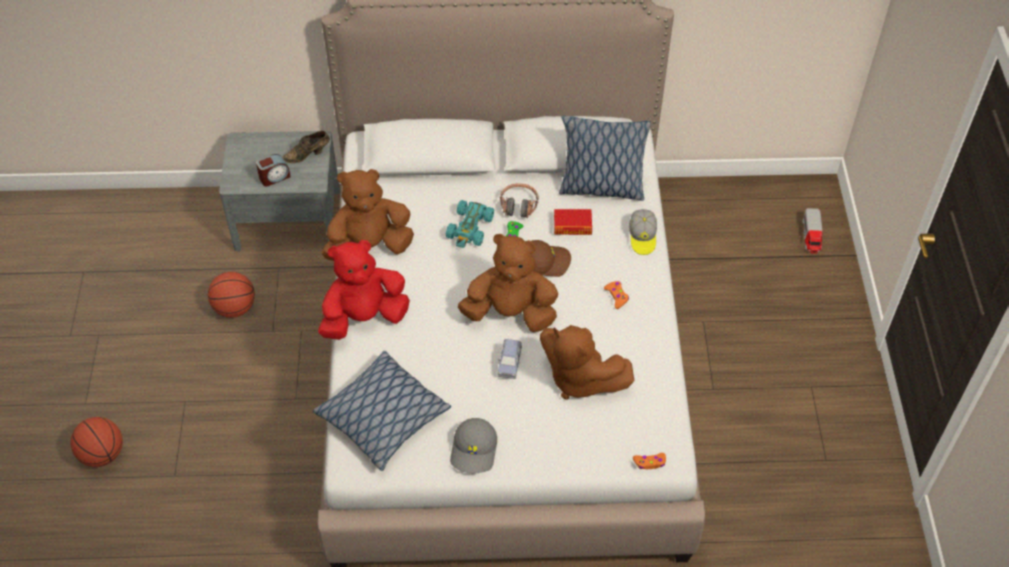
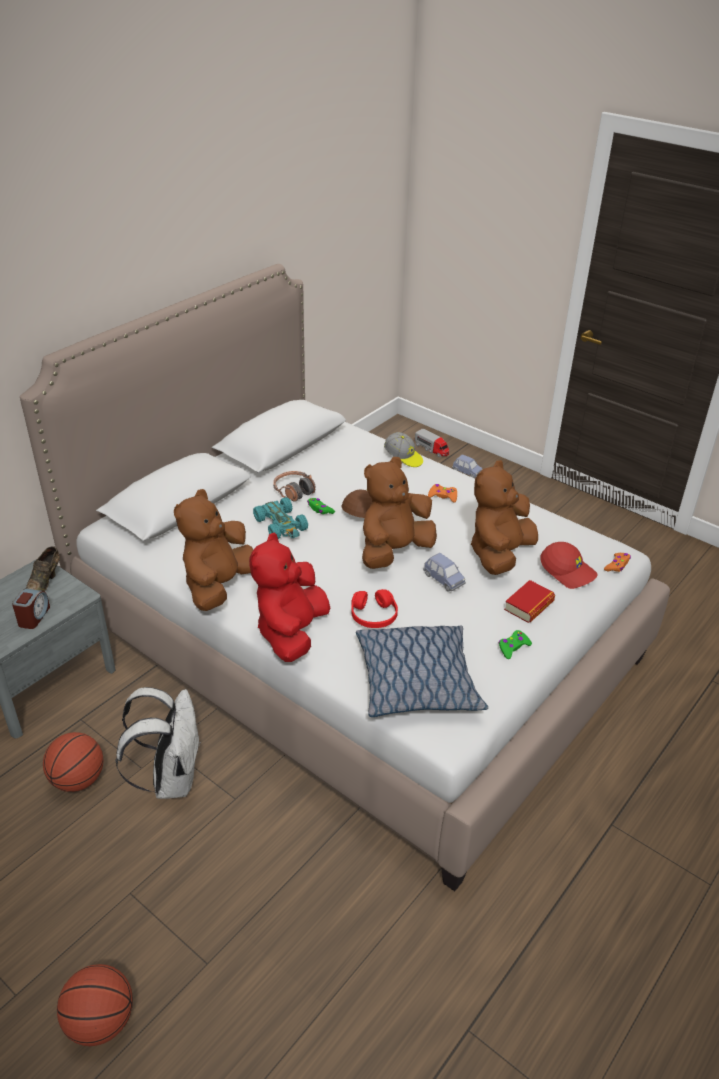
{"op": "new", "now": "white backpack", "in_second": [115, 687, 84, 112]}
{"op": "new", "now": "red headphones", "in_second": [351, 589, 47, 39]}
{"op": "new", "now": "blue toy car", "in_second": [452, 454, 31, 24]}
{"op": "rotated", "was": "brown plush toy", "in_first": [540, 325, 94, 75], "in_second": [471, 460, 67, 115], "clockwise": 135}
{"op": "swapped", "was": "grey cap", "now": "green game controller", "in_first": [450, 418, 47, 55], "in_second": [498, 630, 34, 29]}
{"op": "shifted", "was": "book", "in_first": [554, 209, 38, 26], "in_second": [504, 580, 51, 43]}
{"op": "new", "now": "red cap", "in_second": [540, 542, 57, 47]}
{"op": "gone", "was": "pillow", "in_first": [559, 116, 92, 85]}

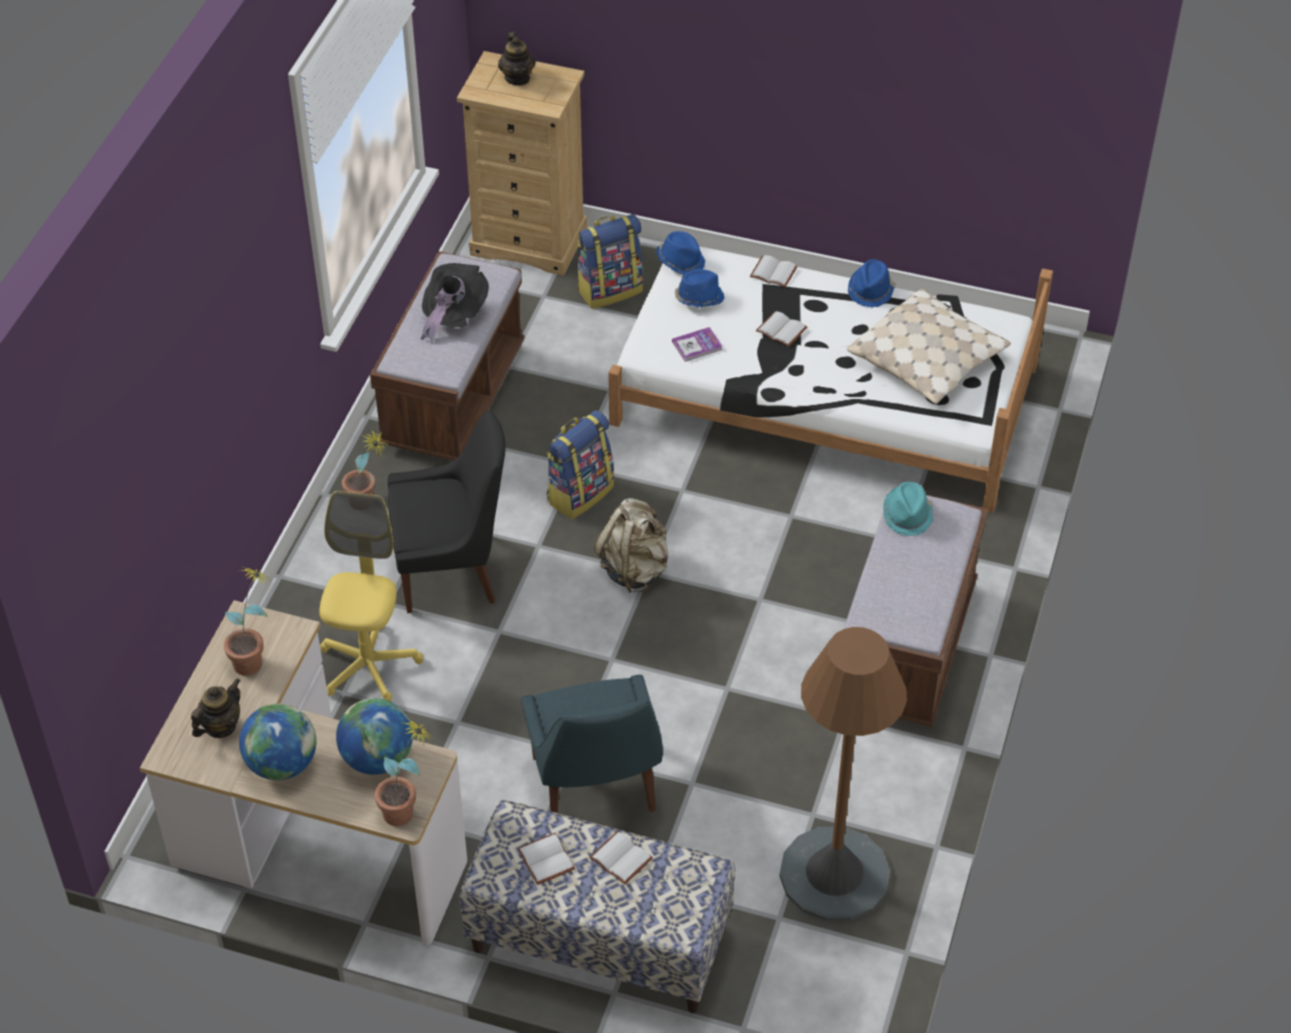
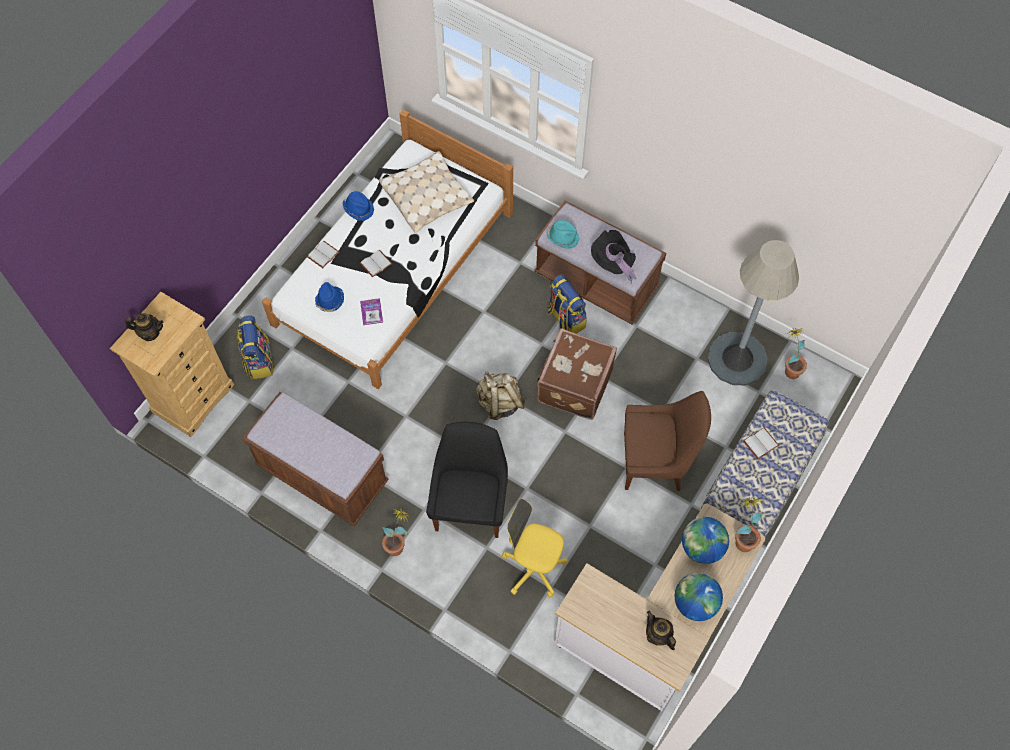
{"op": "new", "now": "brown suitcase", "in_second": [537, 328, 80, 92]}
{"op": "shifted", "was": "backpack", "in_first": [546, 410, 68, 109], "in_second": [547, 274, 40, 60]}
{"op": "shifted", "was": "black hat", "in_first": [420, 263, 69, 81], "in_second": [591, 230, 46, 53]}
{"op": "repainted", "was": "blue chair", "now": "brown chair", "in_first": [521, 675, 142, 138], "in_second": [624, 391, 87, 100]}
{"op": "repainted", "was": "brown floor lamp", "now": "grey floor lamp", "in_first": [780, 627, 127, 294], "in_second": [708, 240, 91, 145]}
{"op": "shifted", "was": "potted plant", "in_first": [224, 566, 47, 110], "in_second": [785, 328, 22, 51]}
{"op": "gone", "was": "white book", "in_first": [517, 833, 59, 52]}
{"op": "gone", "was": "blue hat", "in_first": [656, 231, 49, 44]}

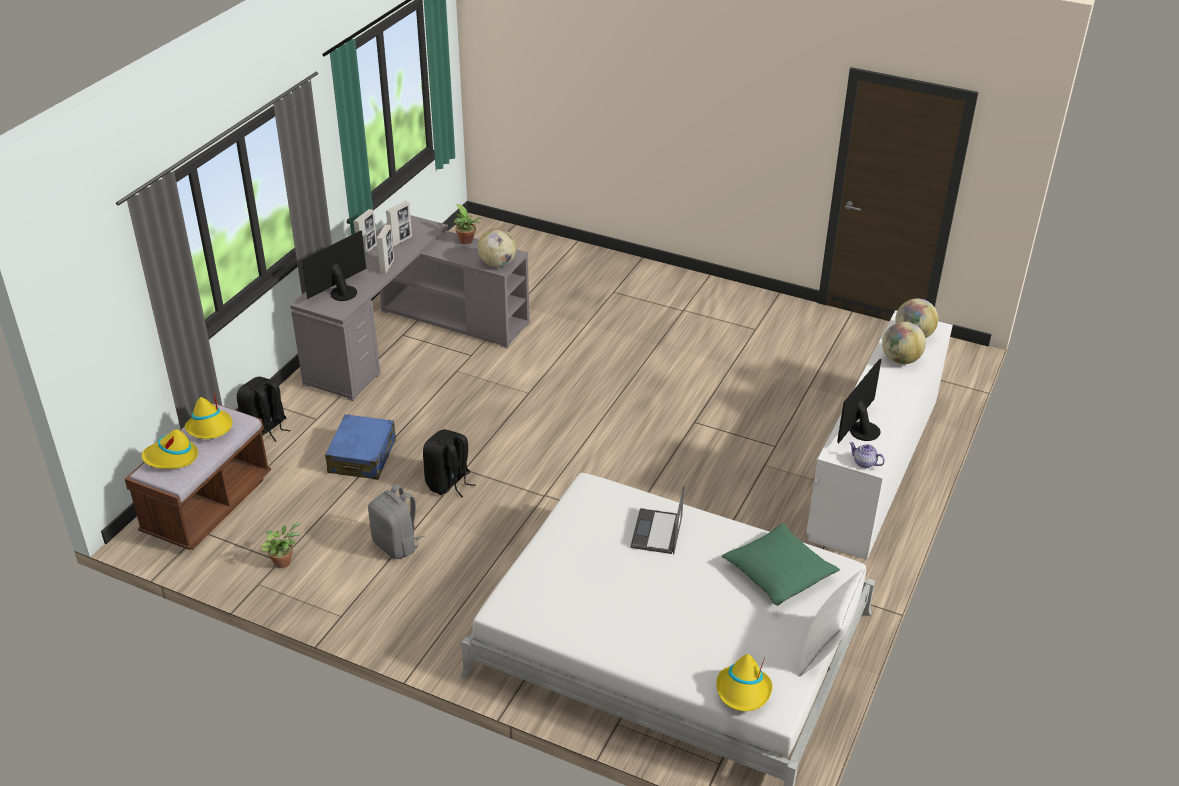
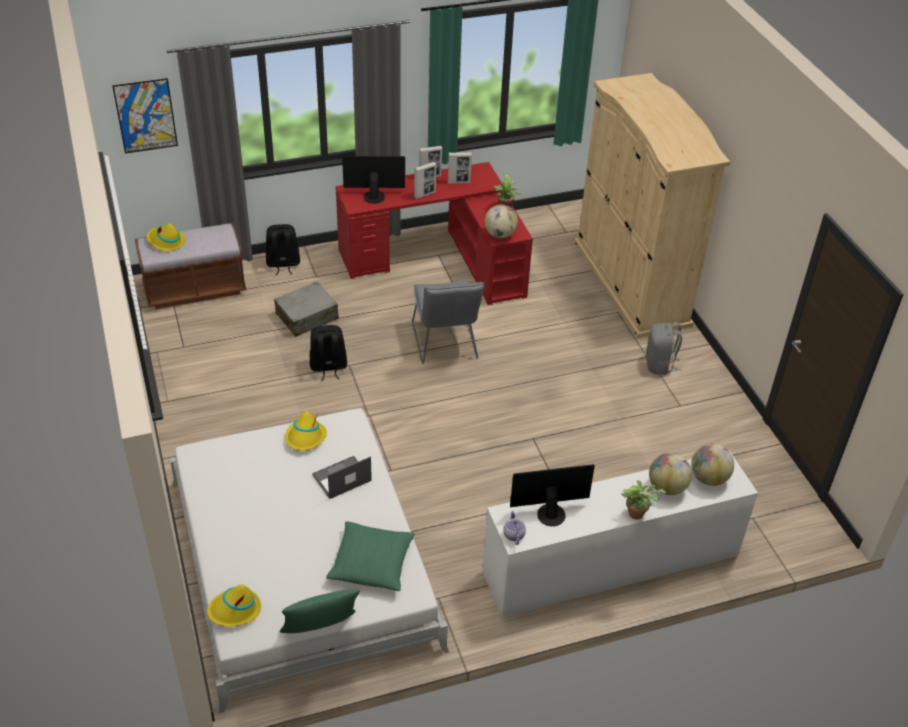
{"op": "new", "now": "picture", "in_second": [112, 78, 66, 75]}
{"op": "repainted", "was": "blue suitcase", "now": "grey suitcase", "in_first": [325, 414, 71, 66], "in_second": [274, 281, 65, 56]}
{"op": "repainted", "was": "white pillow", "now": "green pillow", "in_first": [798, 569, 67, 108], "in_second": [280, 589, 80, 44]}
{"op": "shifted", "was": "yellow hat", "in_first": [185, 392, 47, 47], "in_second": [285, 411, 42, 40]}
{"op": "repainted", "was": "grey desk", "now": "red desk", "in_first": [290, 215, 240, 186], "in_second": [335, 162, 198, 143]}
{"op": "new", "now": "grey chair", "in_second": [412, 279, 73, 85]}
{"op": "new", "now": "beige wardrobe", "in_second": [574, 73, 156, 266]}
{"op": "shifted", "was": "potted plant", "in_first": [261, 523, 40, 45], "in_second": [621, 480, 45, 39]}
{"op": "shifted", "was": "grey backpack", "in_first": [368, 484, 57, 75], "in_second": [646, 322, 36, 53]}

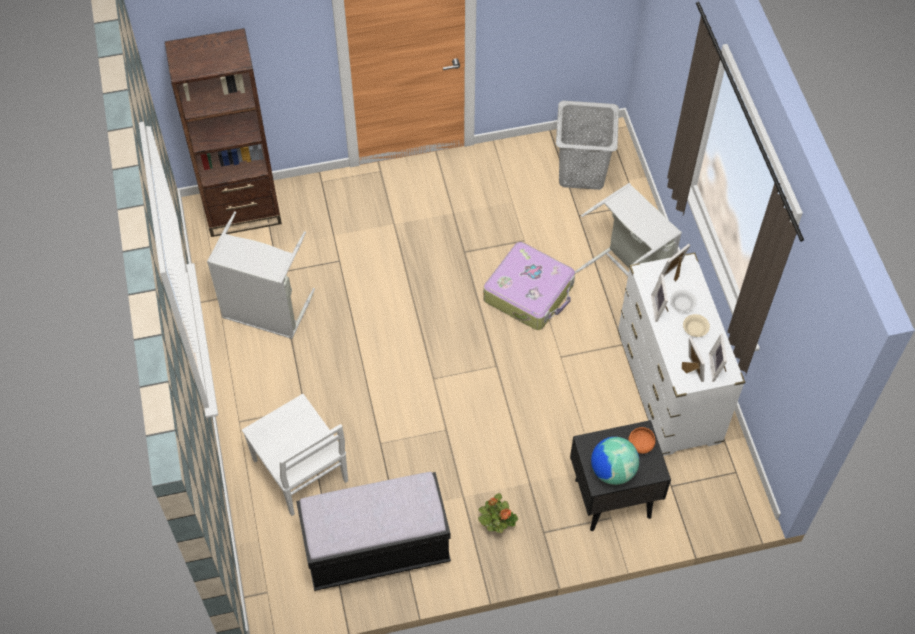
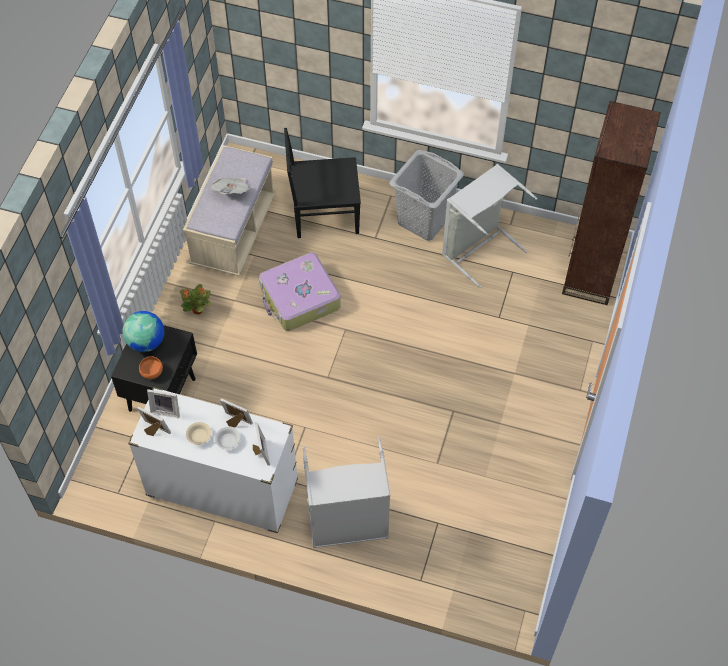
{"op": "repainted", "was": "black bench", "now": "beige bench", "in_first": [296, 472, 155, 119], "in_second": [183, 145, 93, 131]}
{"op": "new", "now": "newspaper", "in_second": [210, 178, 40, 16]}
{"op": "shifted", "was": "suitcase", "in_first": [483, 242, 92, 88], "in_second": [259, 252, 82, 79]}
{"op": "repainted", "was": "white chair", "now": "black chair", "in_first": [242, 394, 106, 122], "in_second": [284, 128, 77, 110]}
{"op": "shifted", "was": "grey laundry basket", "in_first": [556, 101, 63, 89], "in_second": [389, 149, 75, 92]}

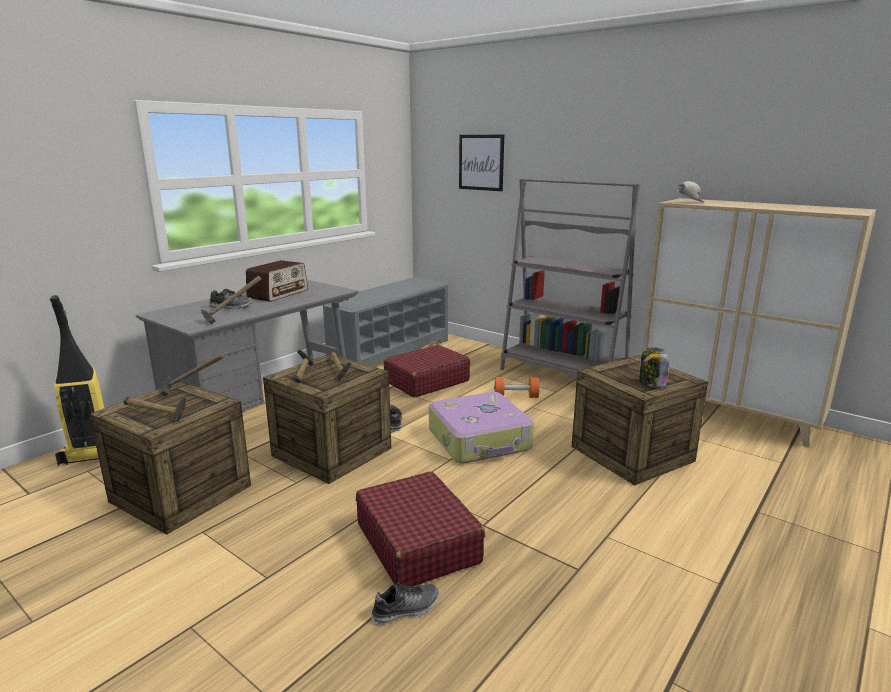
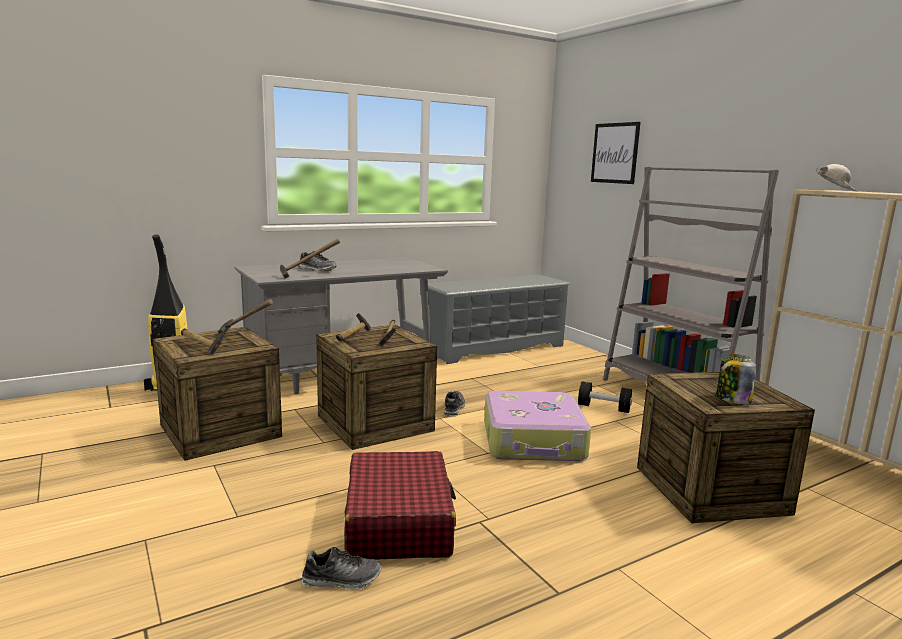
{"op": "repainted", "was": "orange dumbbell", "now": "black dumbbell", "in_first": [494, 377, 46, 21], "in_second": [578, 382, 54, 31]}
{"op": "gone", "was": "radio", "in_first": [246, 260, 62, 42]}
{"op": "gone", "was": "red suitcase", "in_first": [384, 345, 86, 53]}

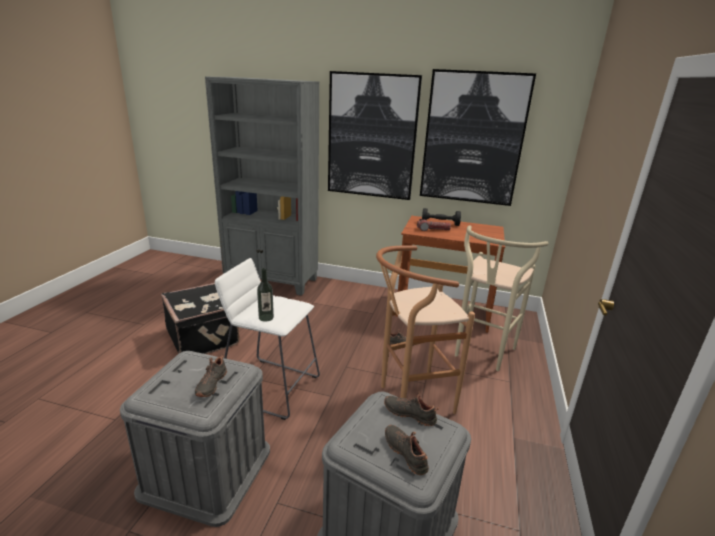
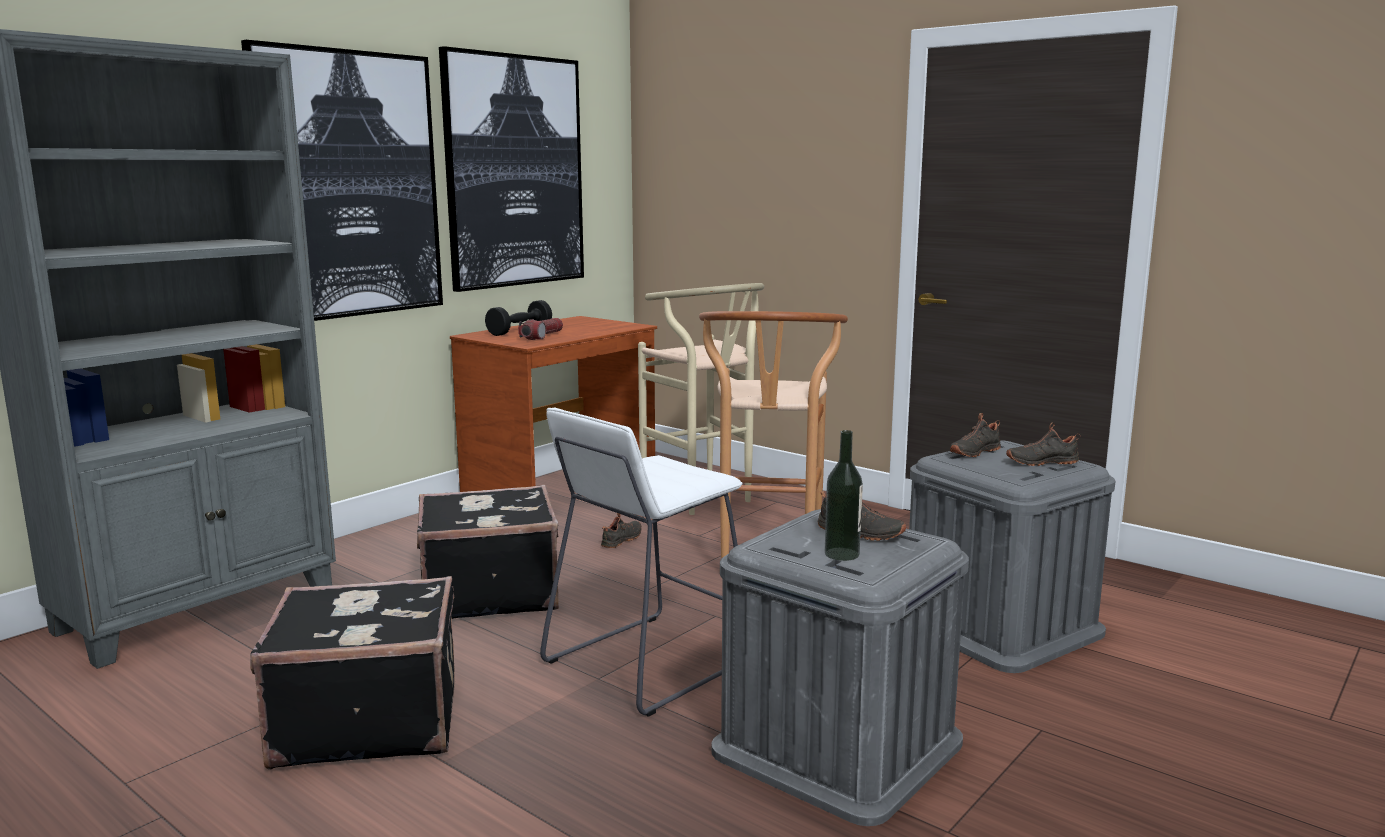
{"op": "new", "now": "black suitcase", "in_second": [417, 485, 142, 134]}
{"op": "shifted", "was": "bottle", "in_first": [257, 268, 17, 54], "in_second": [825, 430, 38, 131]}

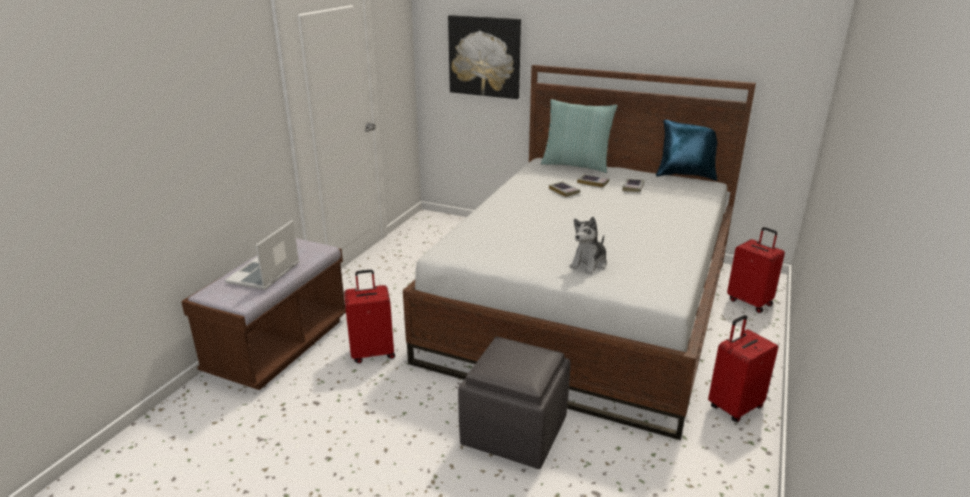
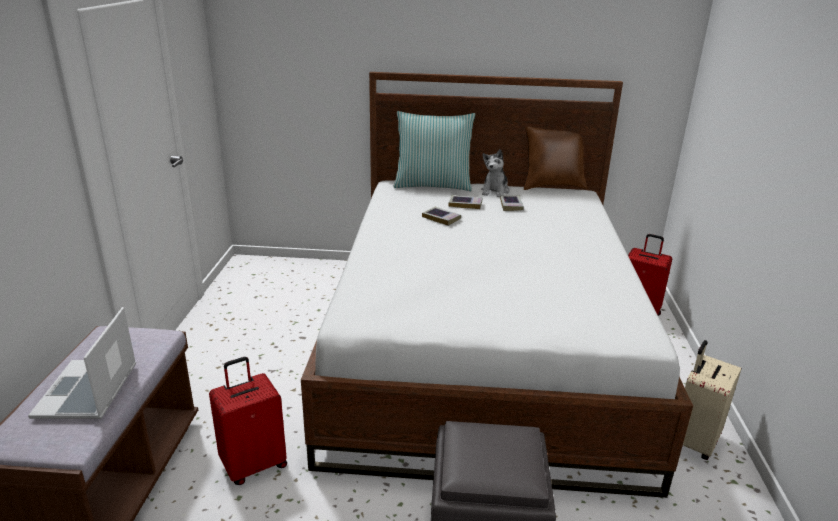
{"op": "shifted", "was": "plush toy", "in_first": [569, 217, 38, 57], "in_second": [481, 149, 28, 48]}
{"op": "repainted", "was": "blue pillow", "now": "brown pillow", "in_first": [656, 120, 61, 61], "in_second": [524, 126, 63, 64]}
{"op": "repainted", "was": "red suitcase", "now": "beige suitcase", "in_first": [708, 315, 71, 107], "in_second": [683, 340, 58, 120]}
{"op": "gone", "was": "picture", "in_first": [448, 15, 73, 84]}

